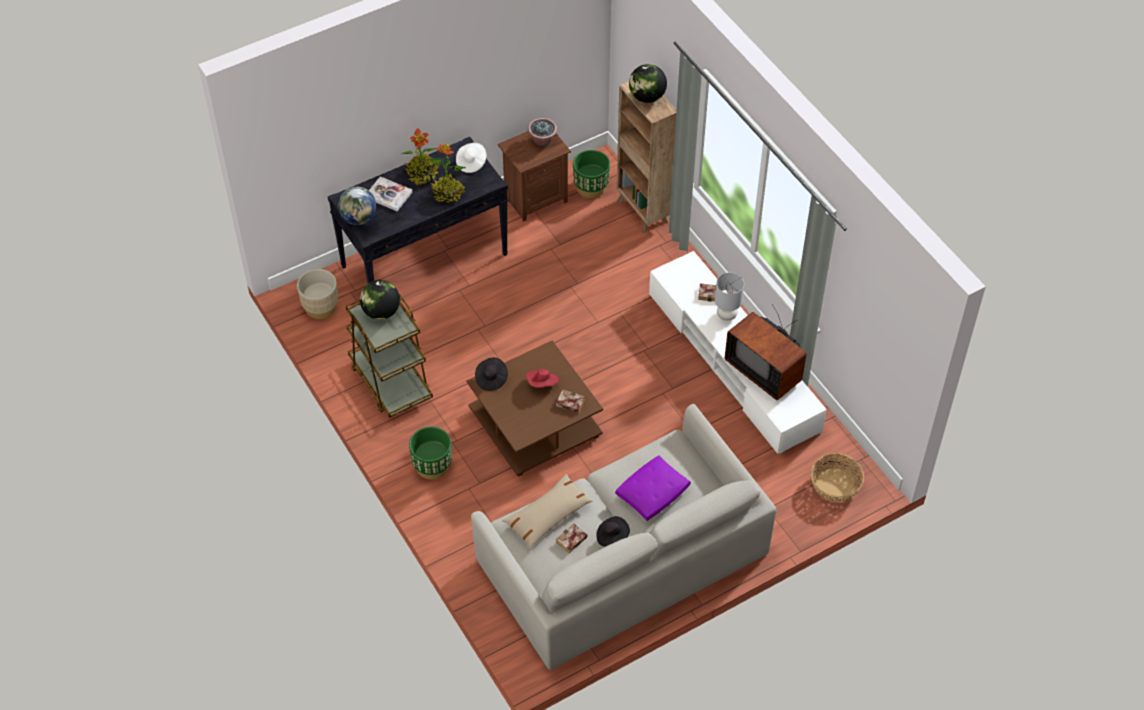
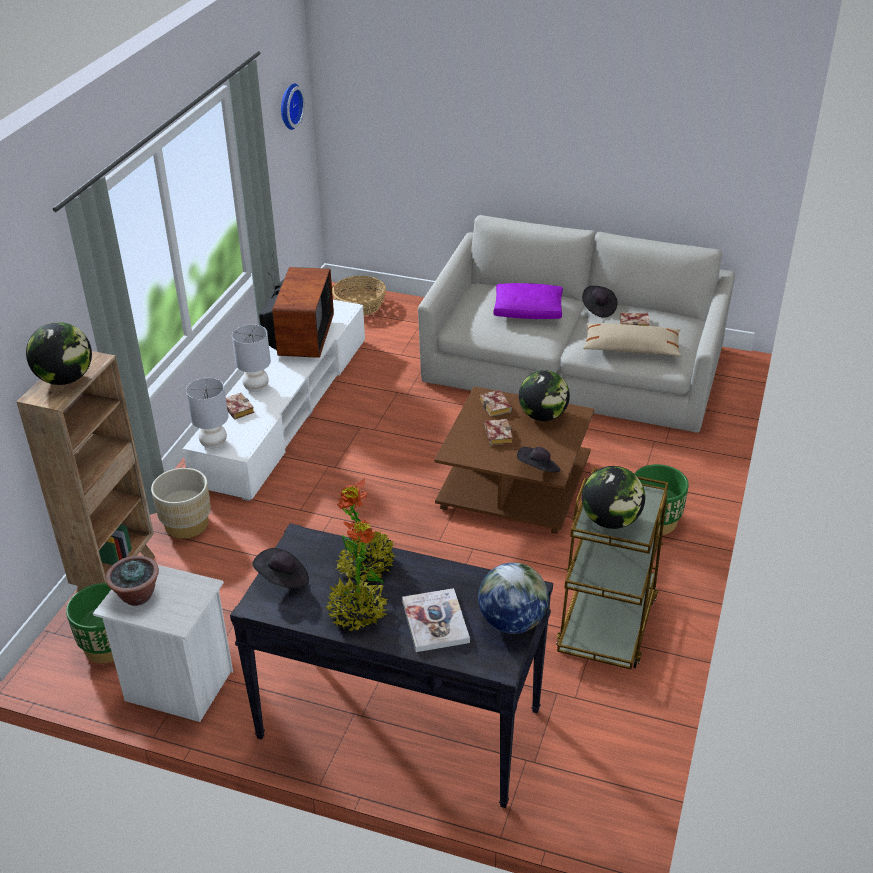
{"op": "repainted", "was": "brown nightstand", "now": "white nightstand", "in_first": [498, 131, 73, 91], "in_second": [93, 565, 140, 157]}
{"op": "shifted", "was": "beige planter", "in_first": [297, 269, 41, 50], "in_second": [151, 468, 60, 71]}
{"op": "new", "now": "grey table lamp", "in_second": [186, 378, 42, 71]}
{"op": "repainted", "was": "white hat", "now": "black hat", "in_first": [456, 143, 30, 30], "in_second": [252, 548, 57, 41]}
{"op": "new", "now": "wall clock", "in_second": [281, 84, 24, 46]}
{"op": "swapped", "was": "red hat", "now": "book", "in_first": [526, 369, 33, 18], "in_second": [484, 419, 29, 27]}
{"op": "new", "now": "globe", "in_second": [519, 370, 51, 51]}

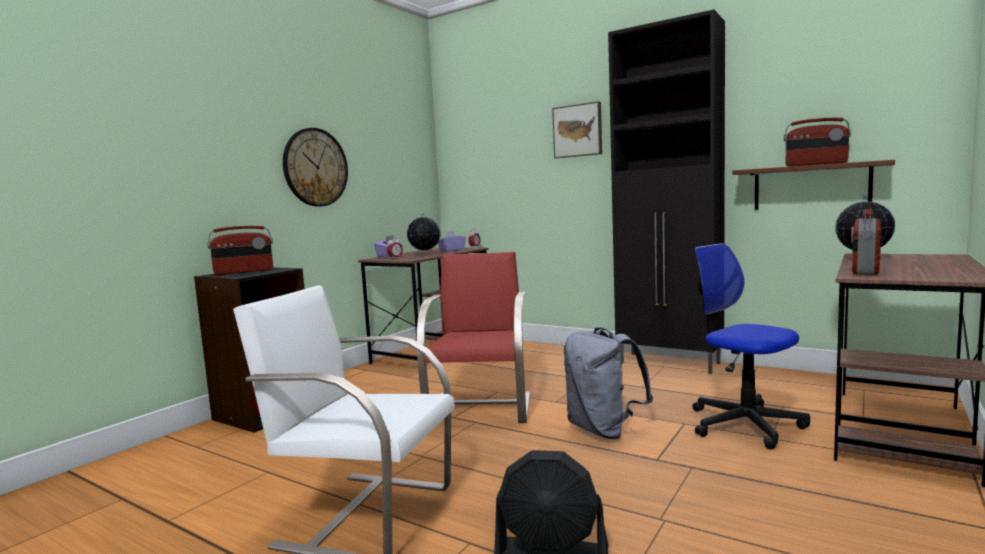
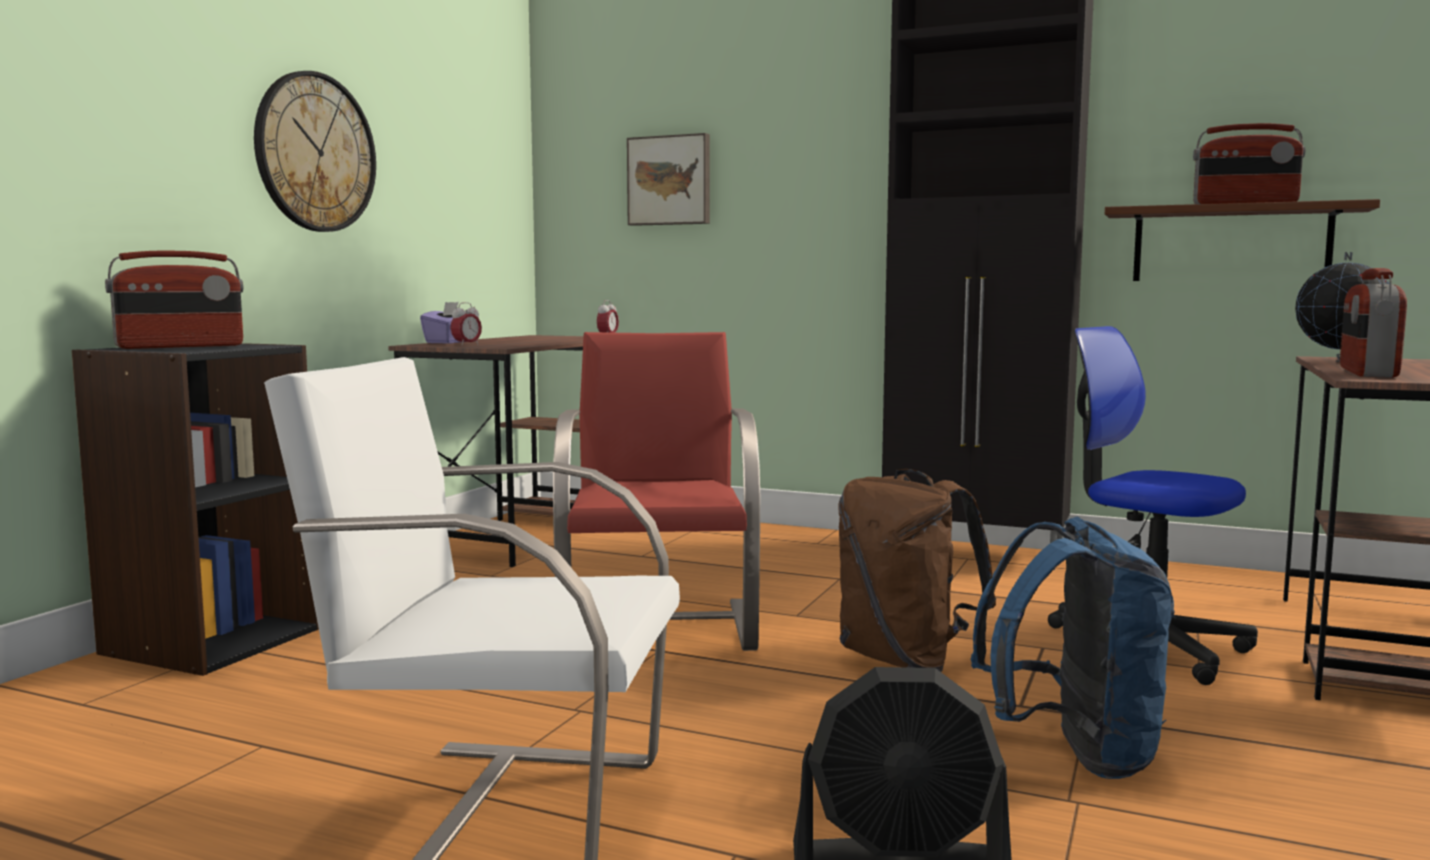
{"op": "shifted", "was": "picture", "in_first": [552, 101, 50, 57], "in_second": [627, 133, 83, 93]}
{"op": "repainted", "was": "grey backpack", "now": "brown backpack", "in_first": [564, 327, 89, 112], "in_second": [839, 469, 157, 203]}
{"op": "new", "now": "blue backpack", "in_second": [970, 517, 205, 262]}
{"op": "gone", "was": "globe", "in_first": [407, 213, 33, 42]}
{"op": "gone", "was": "purple tissue box", "in_first": [438, 231, 28, 21]}

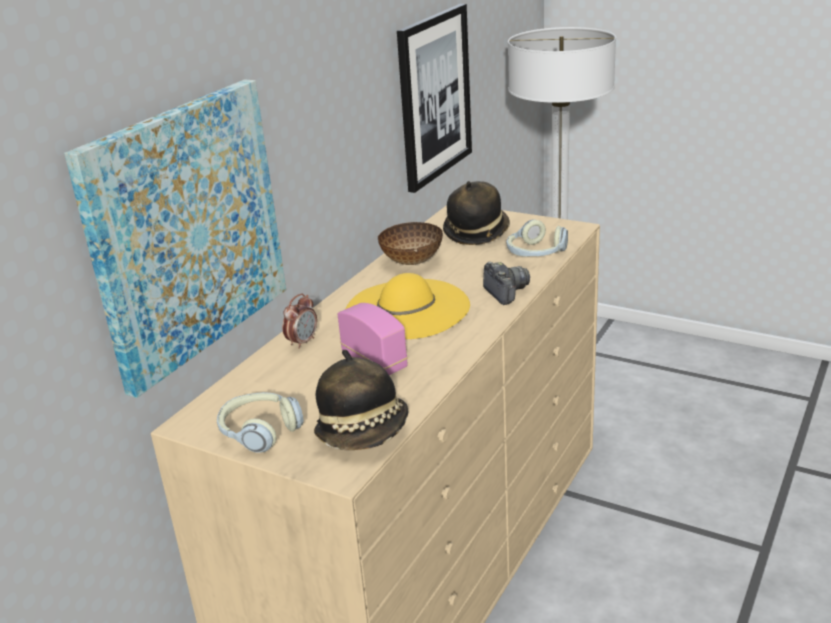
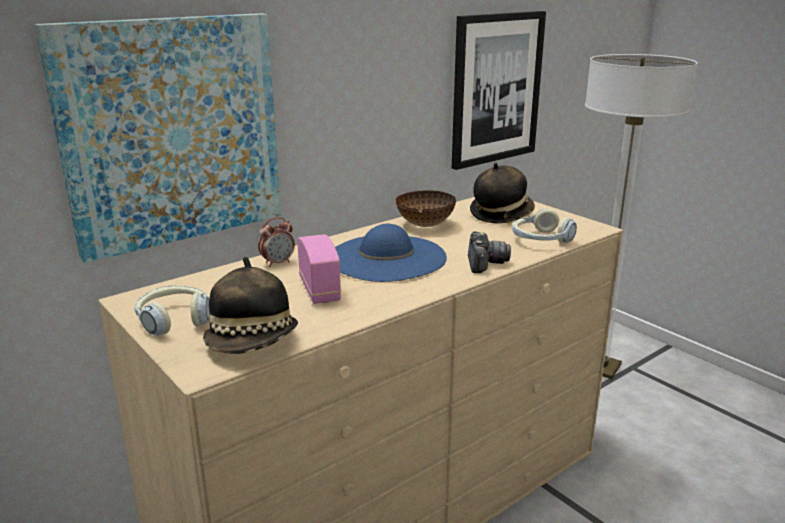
{"op": "repainted", "was": "yellow hat", "now": "blue hat", "in_first": [346, 273, 124, 66], "in_second": [335, 223, 112, 59]}

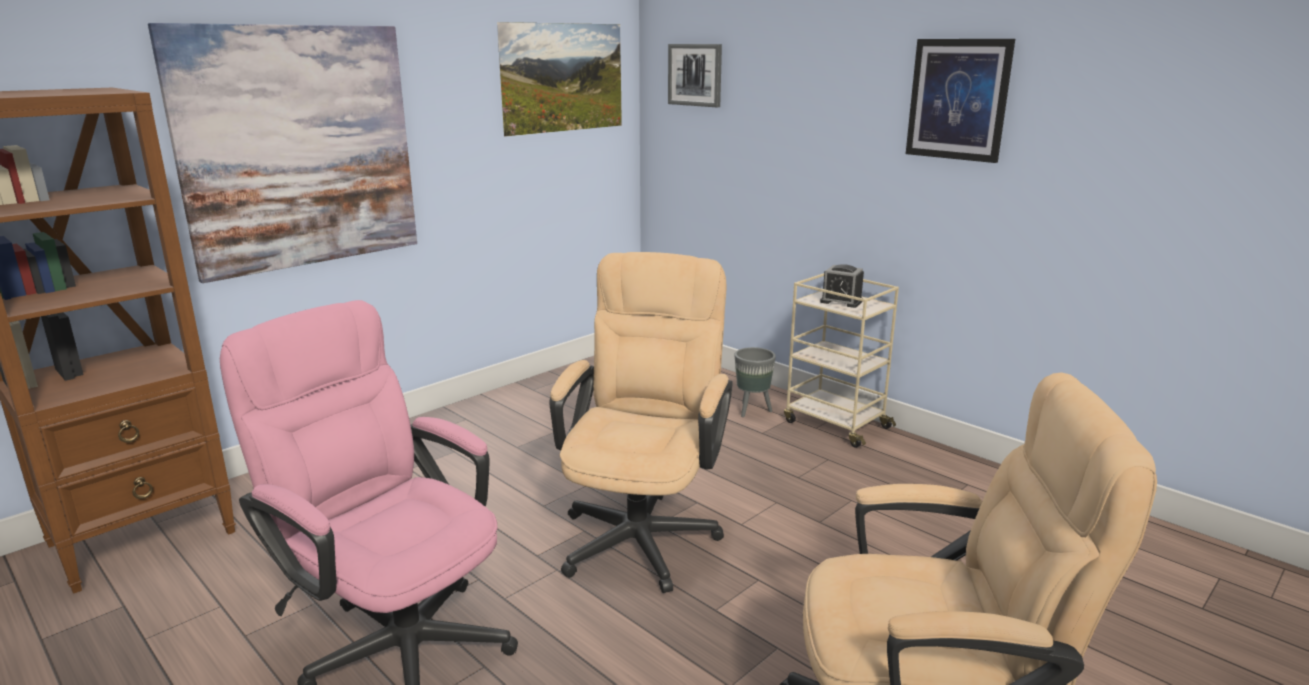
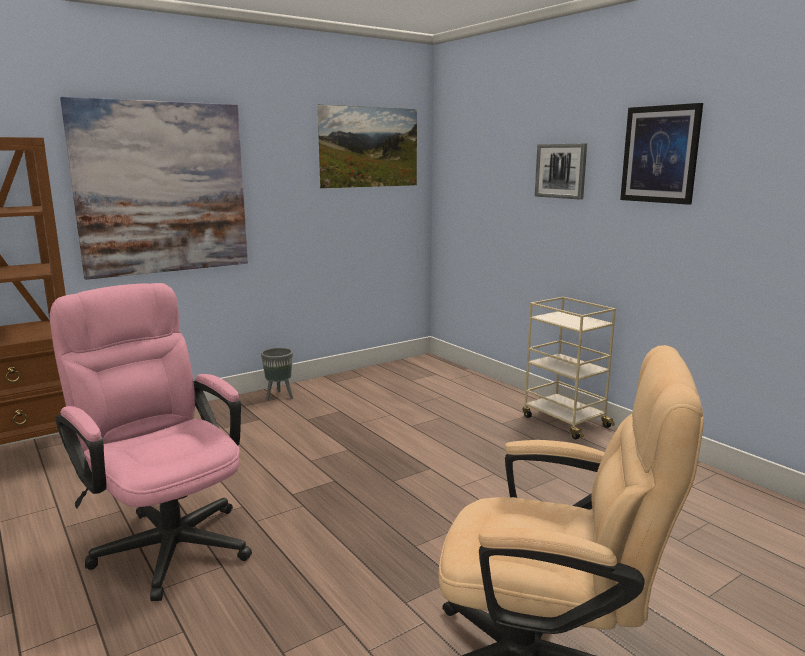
{"op": "shifted", "was": "grey planter", "in_first": [735, 347, 41, 70], "in_second": [261, 348, 32, 53]}
{"op": "shifted", "was": "picture", "in_first": [668, 44, 54, 63], "in_second": [535, 144, 52, 56]}
{"op": "gone", "was": "beige office chair", "in_first": [549, 252, 184, 341]}
{"op": "gone", "was": "alarm clock", "in_first": [820, 264, 44, 44]}

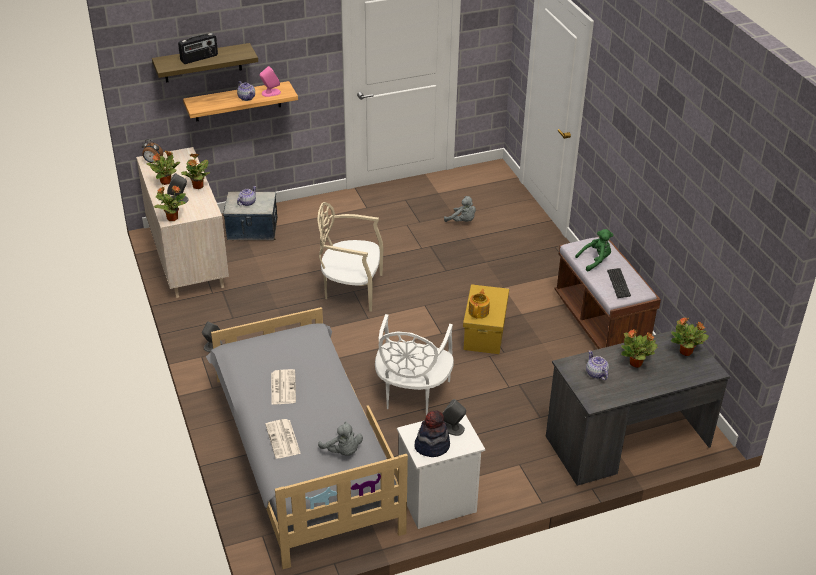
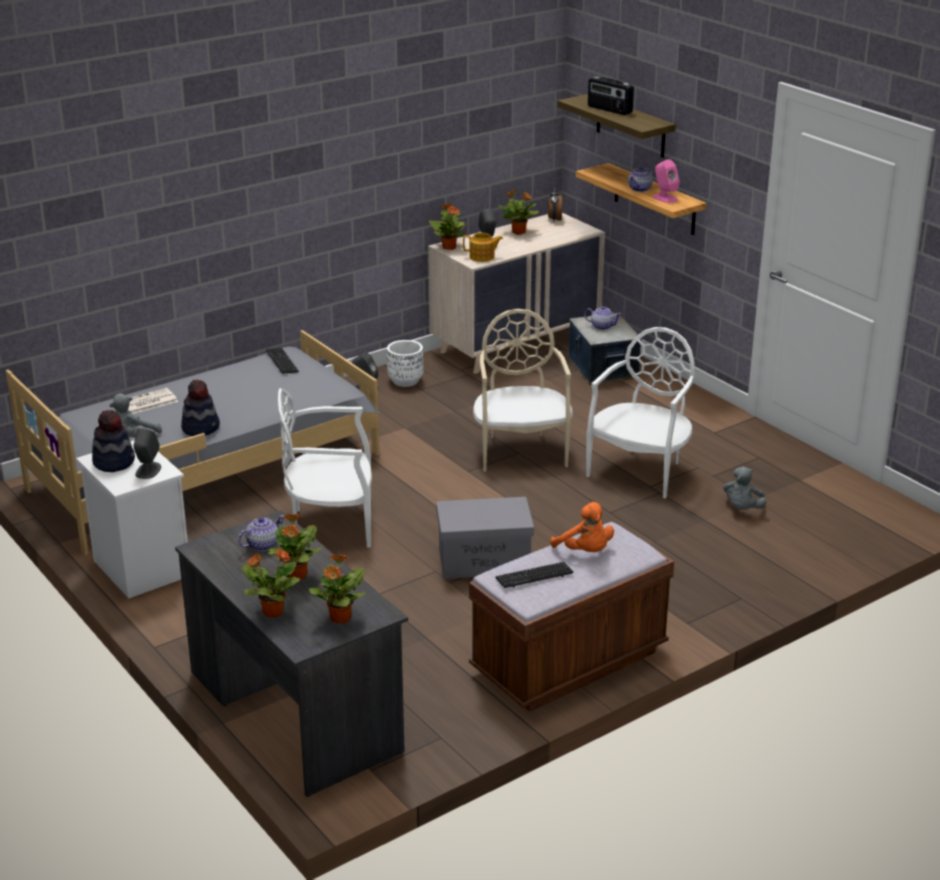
{"op": "new", "now": "hat", "in_second": [181, 379, 39, 57]}
{"op": "shifted", "was": "potted plant", "in_first": [181, 153, 29, 36], "in_second": [242, 549, 58, 69]}
{"op": "new", "now": "keyboard", "in_second": [266, 348, 33, 26]}
{"op": "new", "now": "white planter", "in_second": [387, 340, 36, 47]}
{"op": "repainted", "was": "yellow storage box", "now": "grey storage box", "in_first": [463, 284, 46, 70], "in_second": [436, 497, 98, 82]}
{"op": "shifted", "was": "teapot", "in_first": [468, 288, 22, 31], "in_second": [463, 233, 40, 29]}
{"op": "repainted", "was": "green plush toy", "now": "orange plush toy", "in_first": [575, 229, 39, 43], "in_second": [550, 502, 64, 50]}
{"op": "new", "now": "white chair", "in_second": [586, 327, 109, 171]}
{"op": "gone", "was": "newspaper", "in_first": [271, 369, 25, 36]}

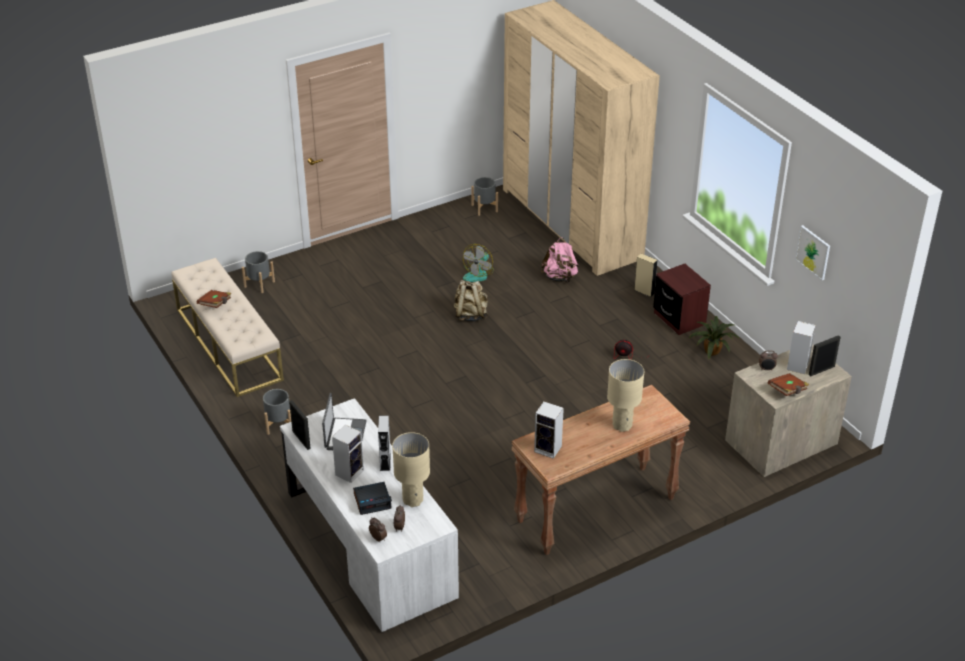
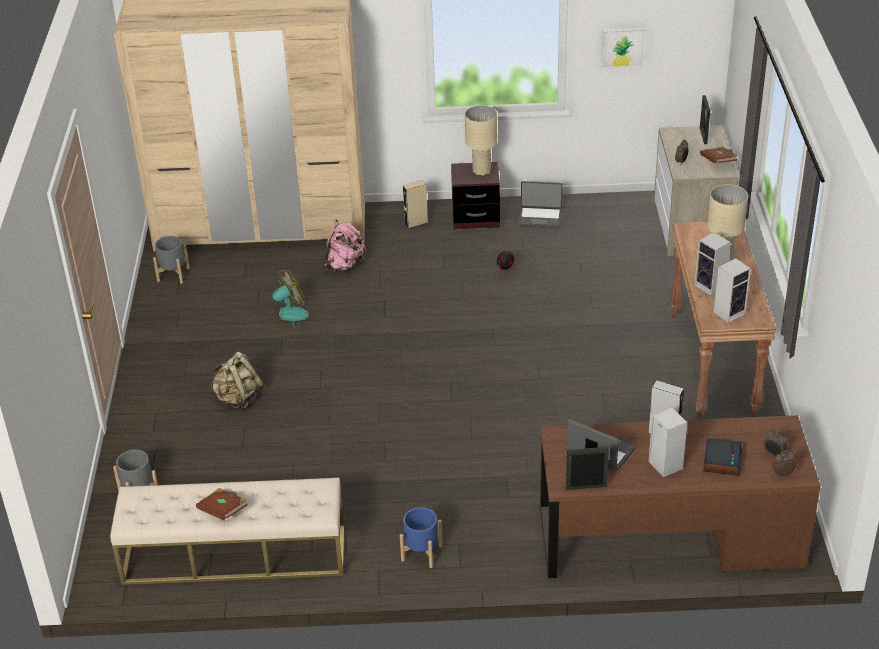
{"op": "shifted", "was": "beige backpack", "in_first": [453, 280, 35, 42], "in_second": [211, 352, 53, 59]}
{"op": "rotated", "was": "fan", "in_first": [463, 244, 31, 38], "in_second": [265, 270, 44, 63], "clockwise": -90}
{"op": "repainted", "was": "grey planter", "now": "blue planter", "in_first": [263, 389, 28, 46], "in_second": [400, 507, 43, 61]}
{"op": "shifted", "was": "beige table lamp", "in_first": [392, 432, 38, 75], "in_second": [465, 105, 32, 71]}
{"op": "swapped", "was": "potted plant", "now": "laptop", "in_first": [688, 316, 52, 43], "in_second": [518, 181, 44, 47]}
{"op": "repainted", "was": "white desk", "now": "brown desk", "in_first": [280, 398, 179, 234], "in_second": [540, 415, 281, 163]}
{"op": "shifted", "was": "speaker", "in_first": [787, 321, 29, 53], "in_second": [695, 232, 36, 64]}

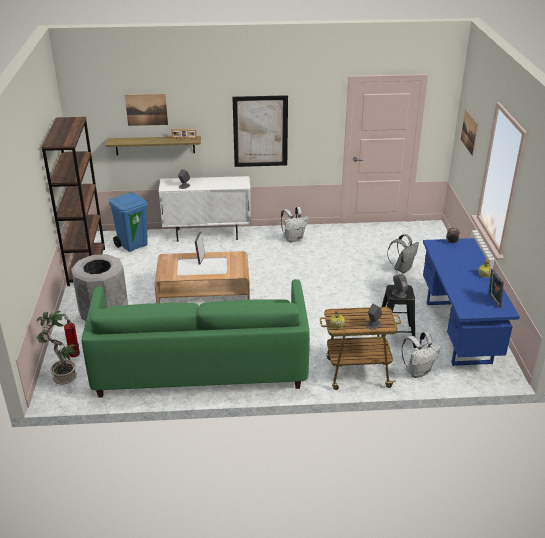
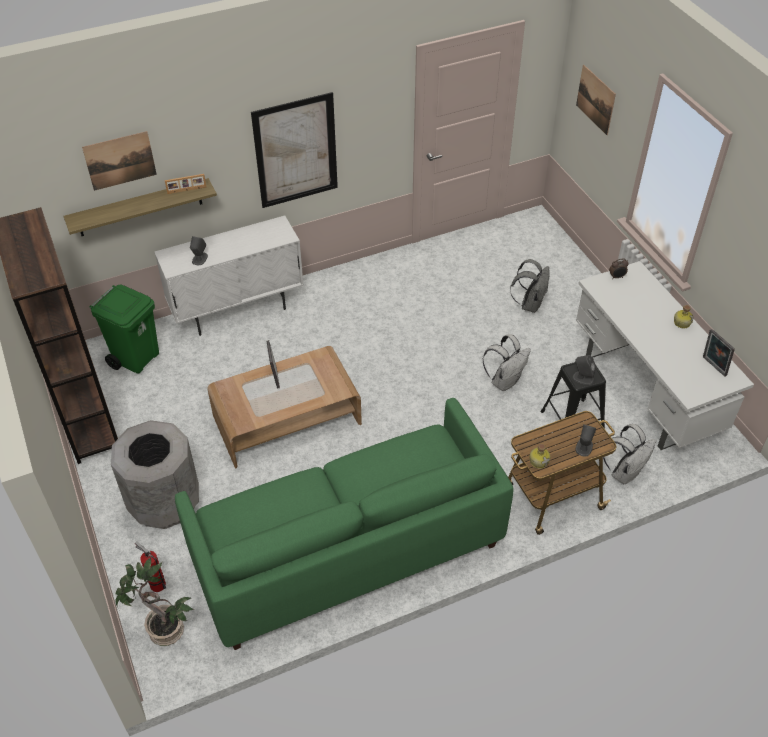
{"op": "repainted", "was": "blue trash can", "now": "green trash can", "in_first": [109, 192, 39, 60], "in_second": [90, 285, 69, 89]}
{"op": "shifted", "was": "white backpack", "in_first": [281, 207, 28, 35], "in_second": [482, 334, 49, 57]}
{"op": "repainted", "was": "blue desk", "now": "white desk", "in_first": [423, 238, 97, 128], "in_second": [576, 261, 178, 189]}

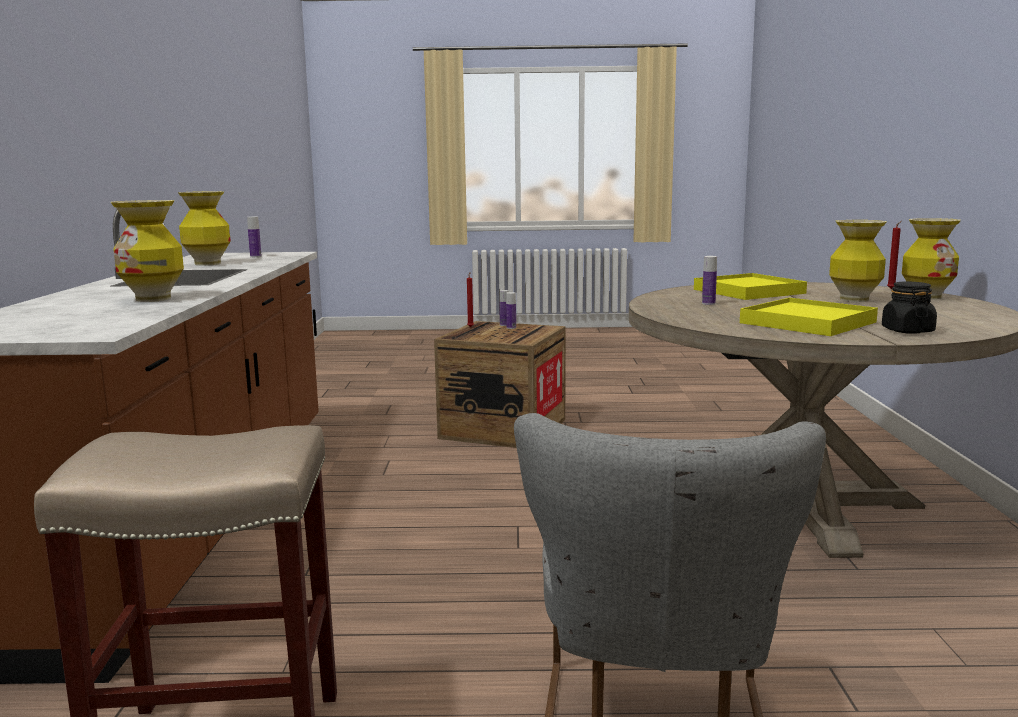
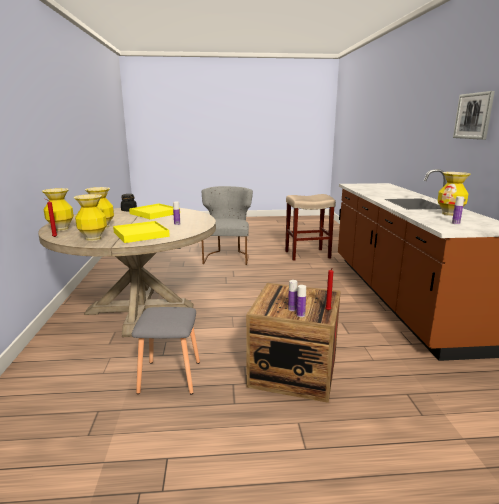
{"op": "shifted", "was": "vase", "in_first": [111, 200, 73, 102], "in_second": [74, 194, 33, 47]}
{"op": "new", "now": "grey stool", "in_second": [132, 307, 68, 88]}
{"op": "new", "now": "picture", "in_second": [453, 91, 42, 49]}

